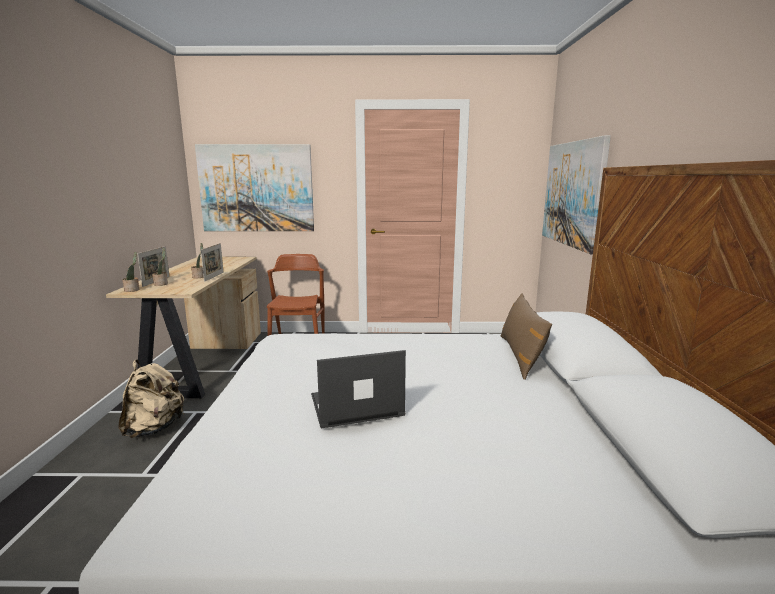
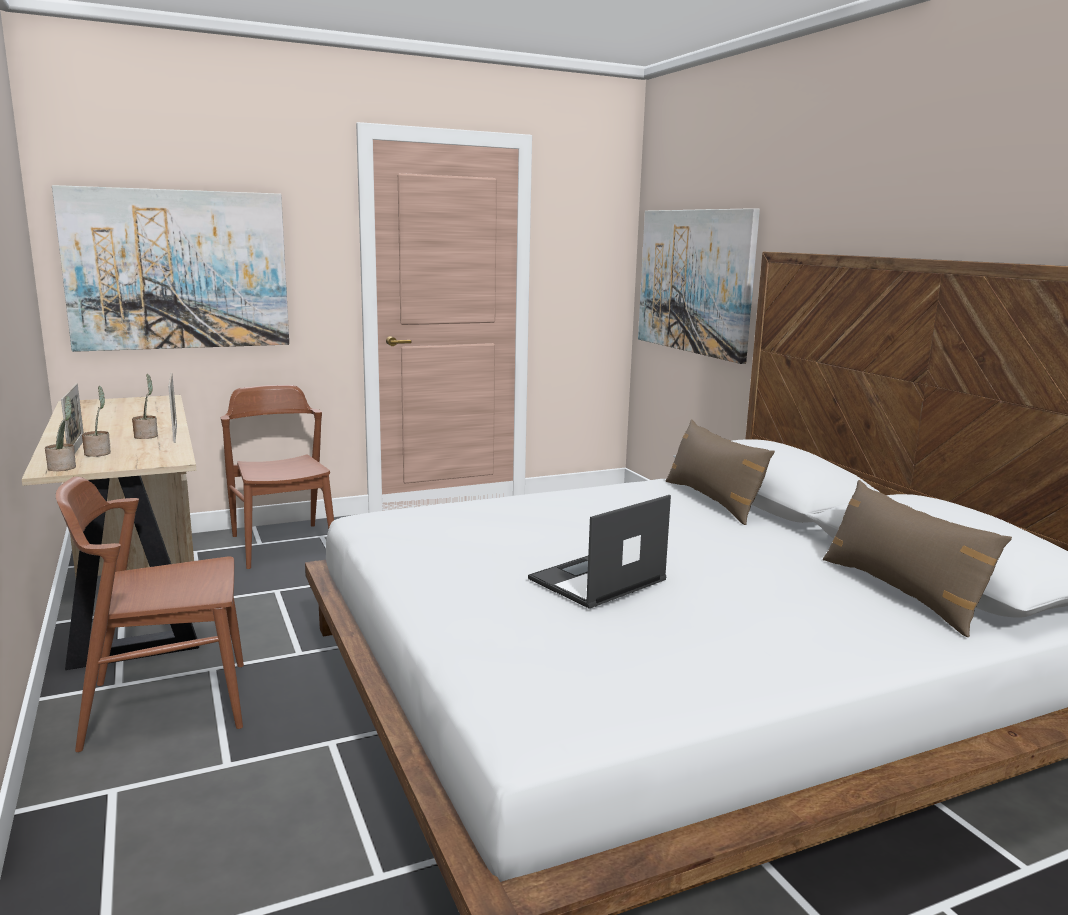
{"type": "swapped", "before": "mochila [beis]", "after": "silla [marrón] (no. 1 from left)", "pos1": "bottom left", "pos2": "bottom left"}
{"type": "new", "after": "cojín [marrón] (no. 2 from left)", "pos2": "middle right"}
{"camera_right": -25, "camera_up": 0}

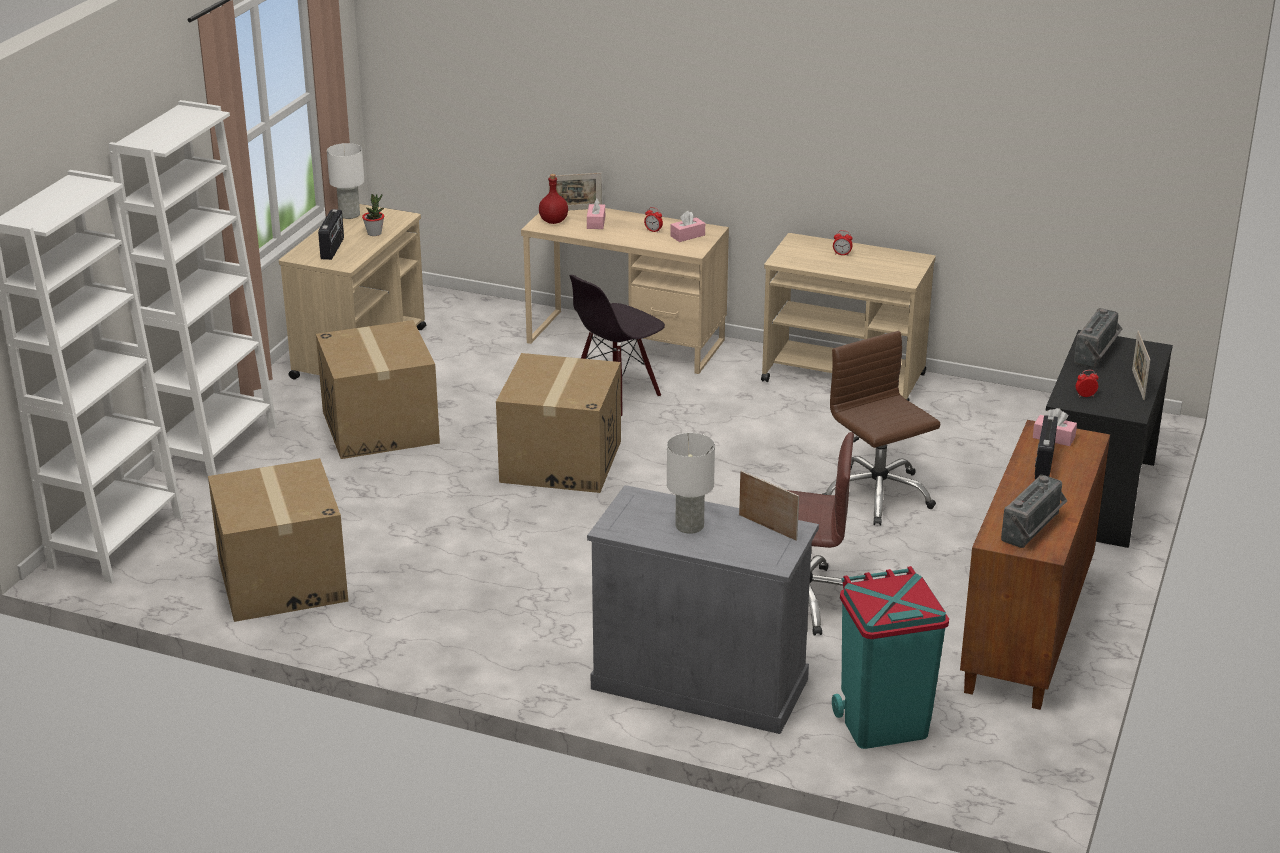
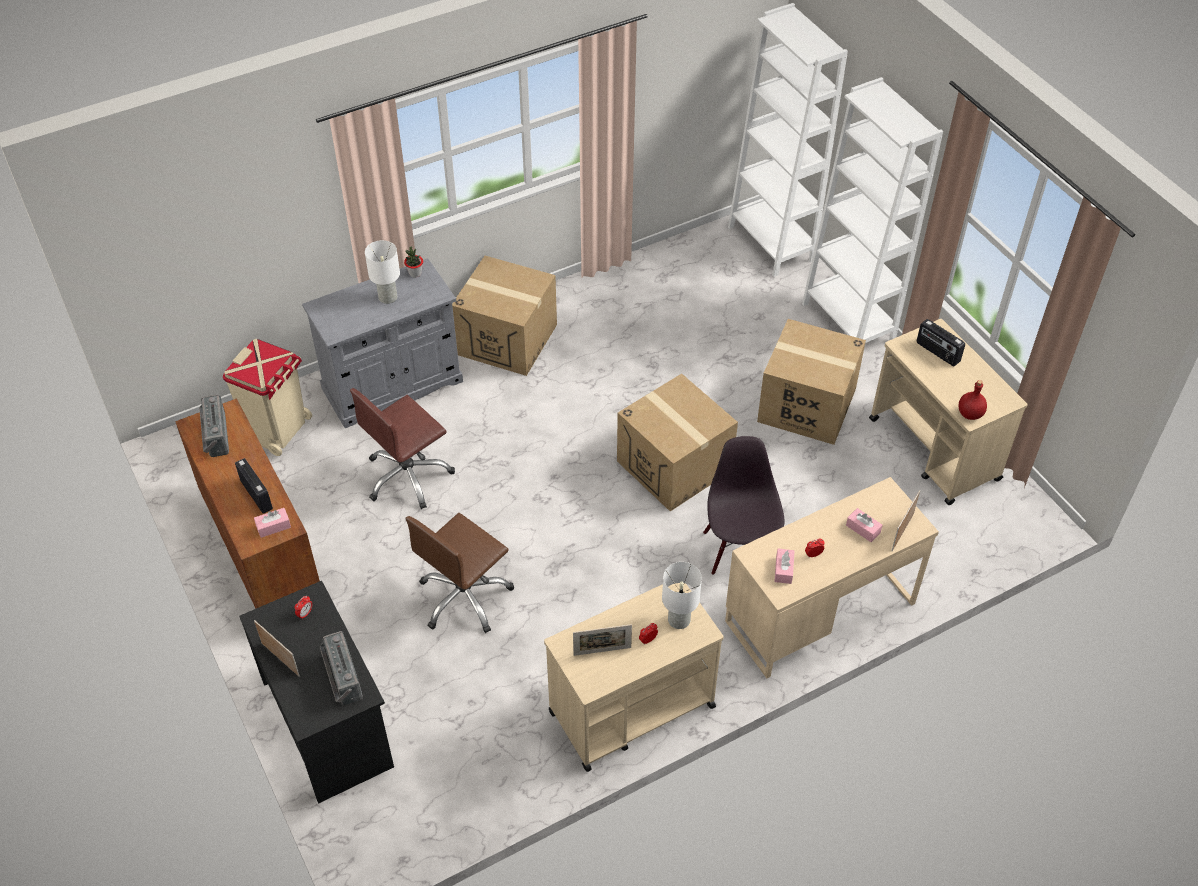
{"type": "shifted", "before": "caja de cartón (no. 1 from left)", "pos1": "middle left", "pos2": "centre"}
{"type": "shifted", "before": "lámpara de mesa [blanco] (no. 1 from left in the first image)", "after": "lámpara de mesa [blanco] (no. 2 from left)", "pos1": "top left", "pos2": "bottom centre"}
{"type": "shifted", "before": "planta en maceta", "pos1": "top left", "pos2": "top centre"}
{"type": "shifted", "before": "botella [rojo]", "pos1": "top centre", "pos2": "middle right"}
{"type": "shifted", "before": "portarretratos (no. 2 from left)", "pos1": "centre", "pos2": "bottom centre"}
{"type": "rotated", "before": "silla de oficina [marrón] (no. 2 from left)", "pos1": "middle right", "pos2": "centre", "turn": 120}
{"type": "repainted", "before": "papelera [turquesa]", "after": "papelera [beis]", "pos1": "bottom right", "pos2": "middle left"}
{"camera_right": 130, "camera_up": 20}

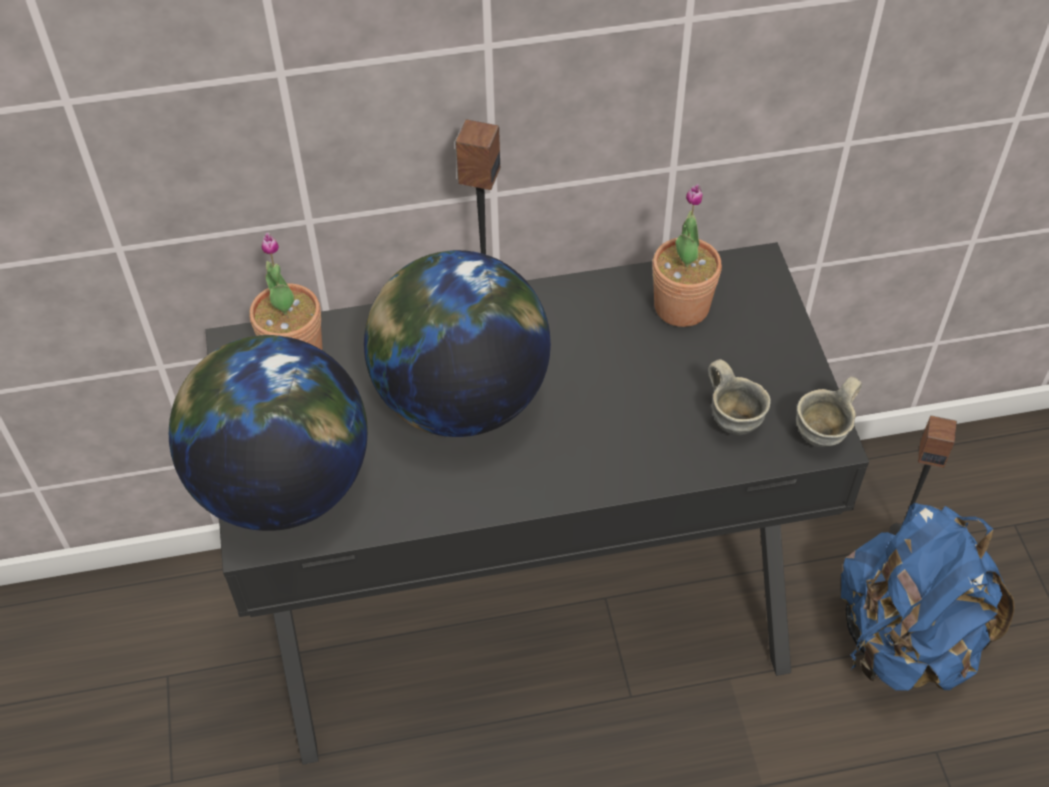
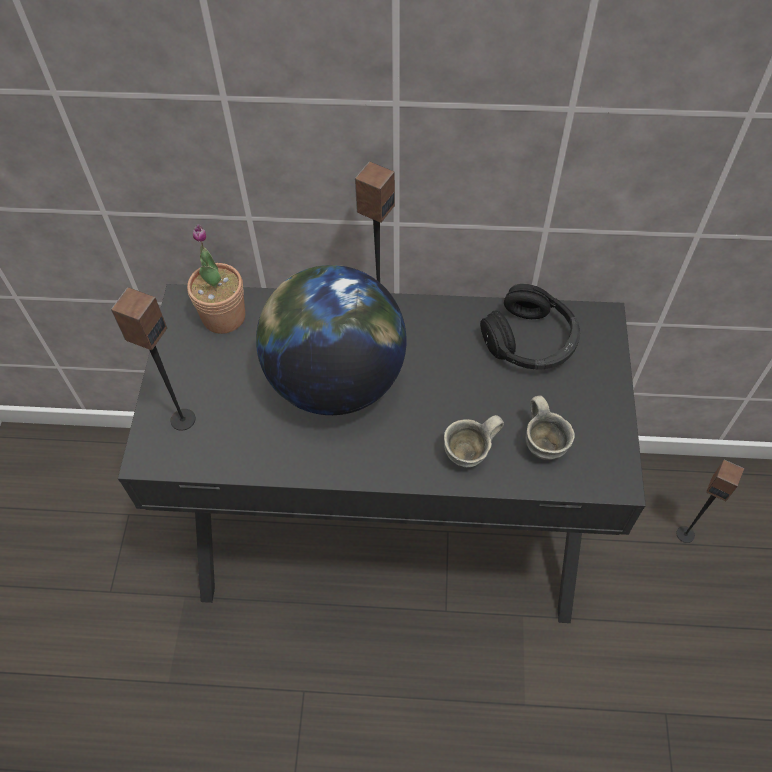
{"type": "swapped", "before": "globo terráqueo (no. 1 from left)", "after": "altavoz (no. 1 from left)", "pos1": "middle left", "pos2": "middle left"}
{"type": "swapped", "before": "planta en maceta (no. 2 from left)", "after": "auriculares [negro]", "pos1": "top centre", "pos2": "middle right"}
{"type": "shifted", "before": "taza grande [gris] (no. 2 from left in the first image)", "after": "taza grande [gris] (no. 1 from left)", "pos1": "middle right", "pos2": "centre"}
{"type": "gone", "before": "mochila [azul]", "pos1": "bottom right"}
{"camera_right": 15, "camera_up": 5}

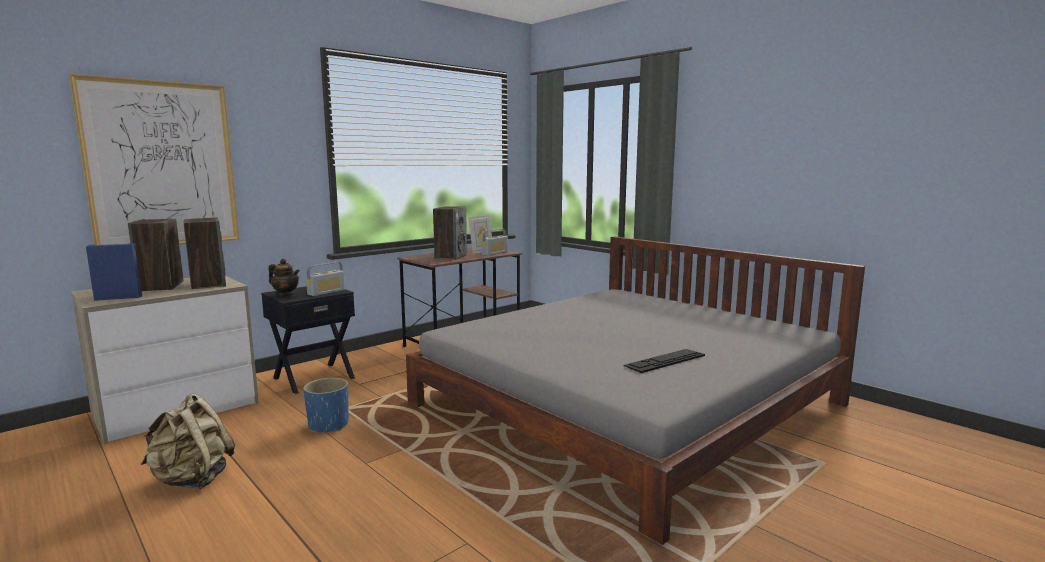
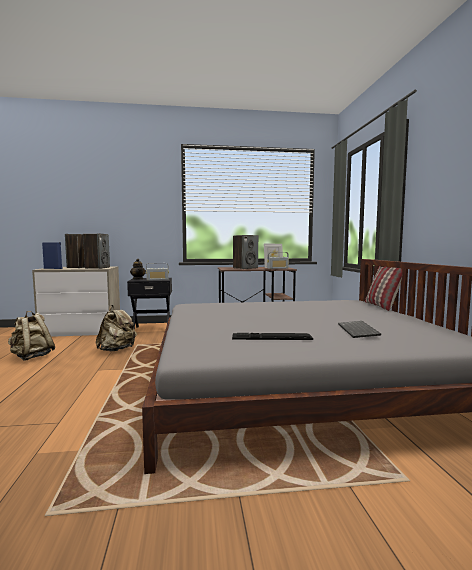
{"type": "gone", "before": "cuadro", "pos1": "top left"}
{"type": "swapped", "before": "maceta [azul]", "after": "mochila [beis] (no. 2 from left)", "pos1": "bottom left", "pos2": "middle left"}
{"type": "new", "after": "teclado (no. 2 from left)", "pos2": "middle right"}
{"type": "new", "after": "cojín", "pos2": "middle right"}
{"camera_right": 35, "camera_up": -5}

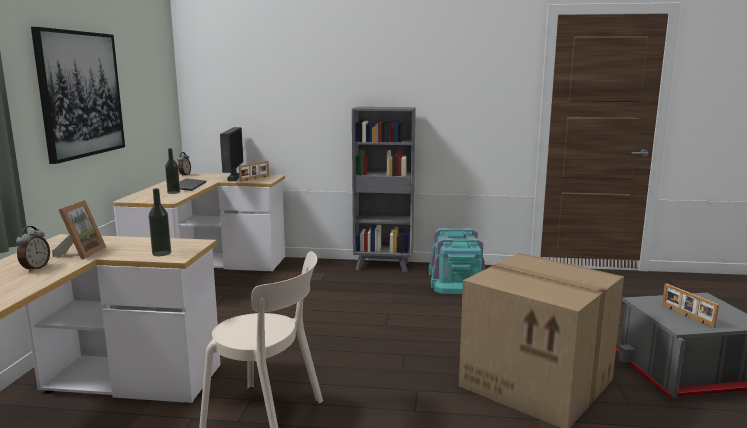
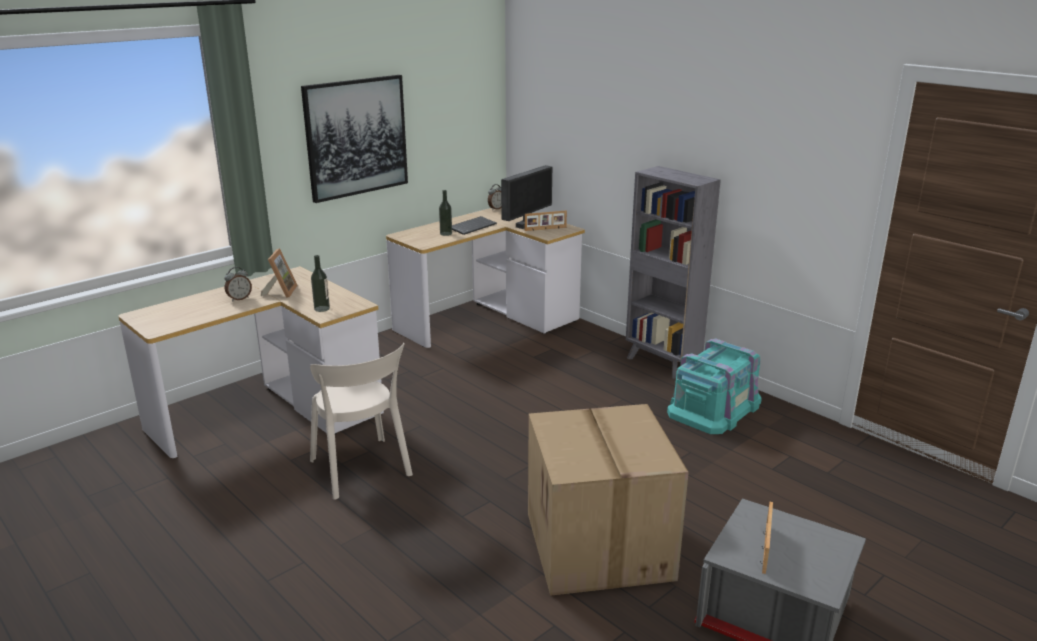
{"type": "rotated", "before": "portarretratos (no. 1 from left)", "pos1": "middle left", "pos2": "middle left", "turn": -45}
{"camera_right": 40, "camera_up": 10}

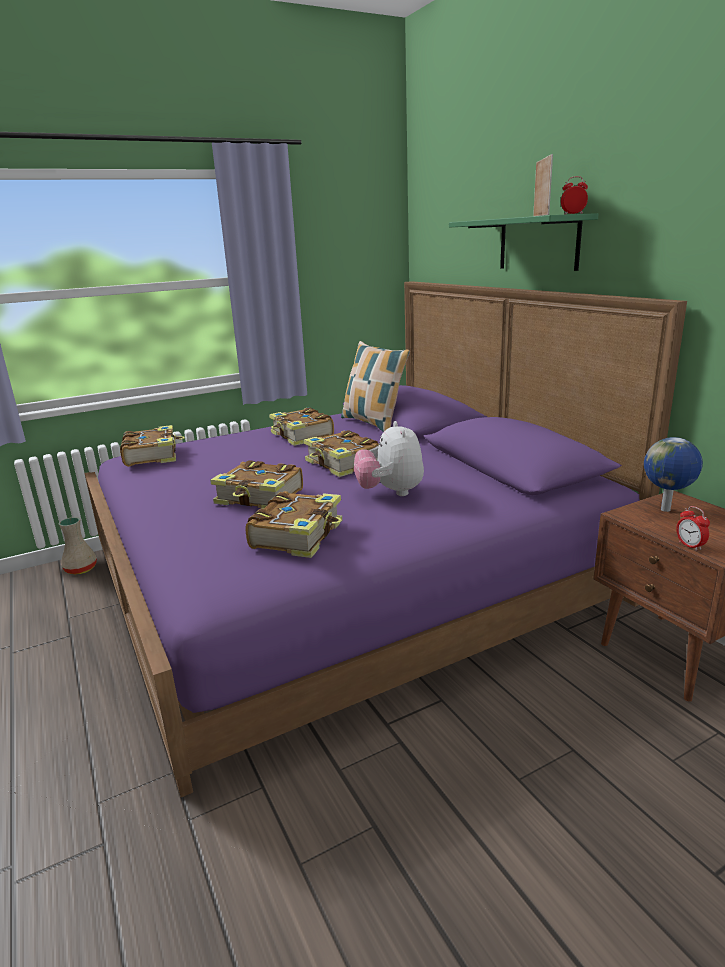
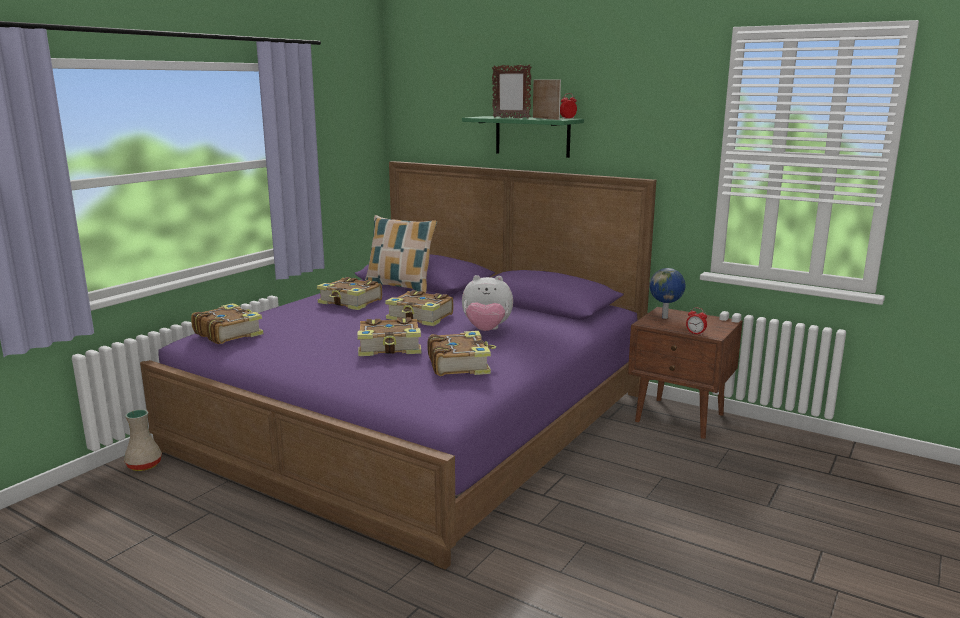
{"type": "rotated", "before": "peluche", "pos1": "centre", "pos2": "centre", "turn": -45}
{"type": "new", "after": "portarretratos (no. 1 from left)", "pos2": "top centre"}
{"camera_right": -30, "camera_up": -5}

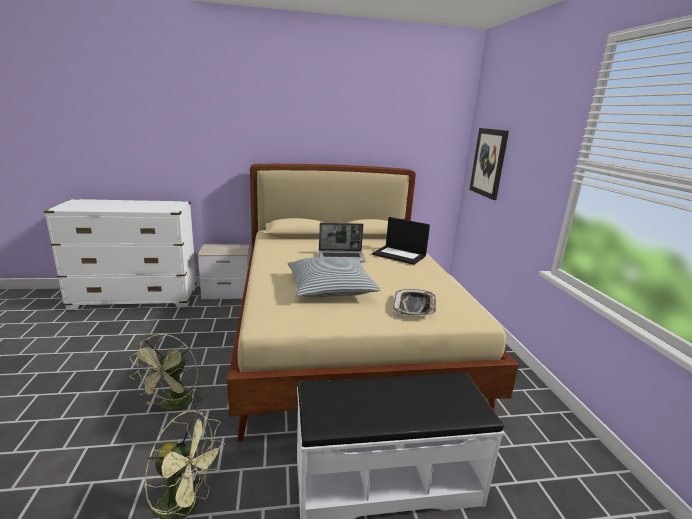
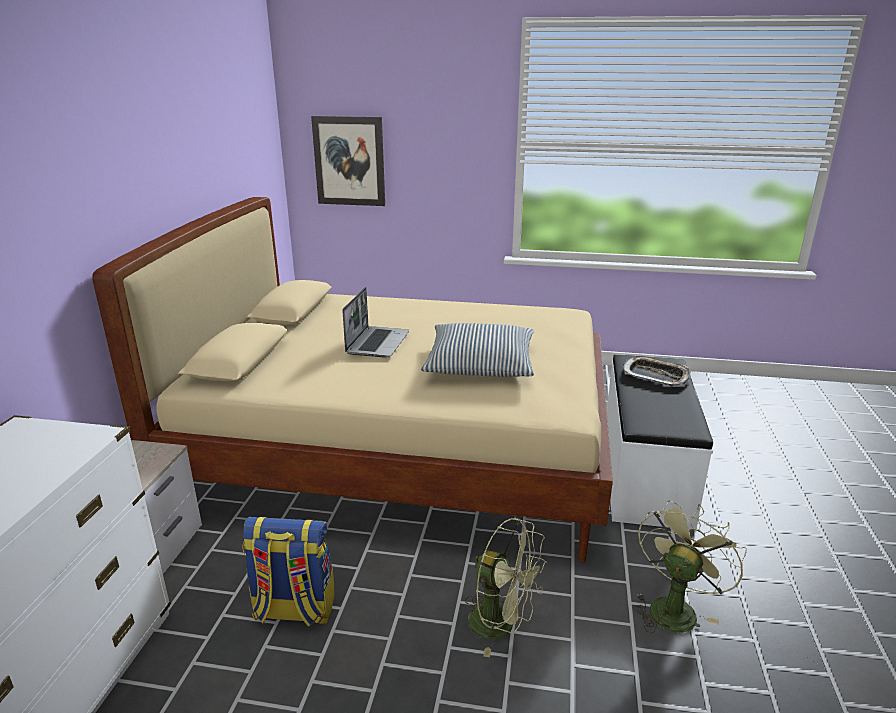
{"type": "gone", "before": "portátil (no. 2 from left)", "pos1": "centre"}
{"type": "shifted", "before": "bandeja", "pos1": "centre", "pos2": "middle right"}
{"type": "new", "after": "mochila", "pos2": "bottom left"}
{"camera_right": -70, "camera_up": 5}

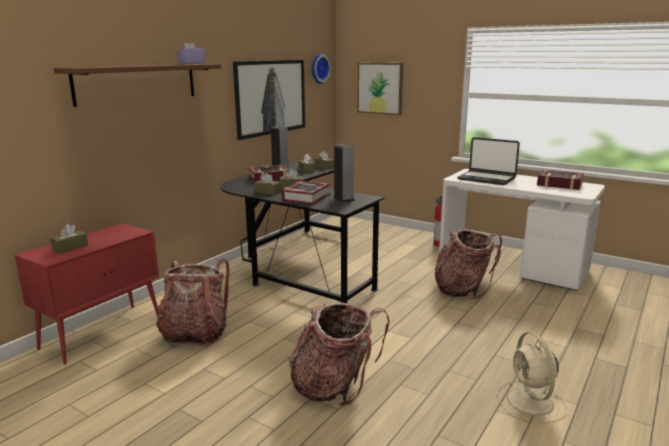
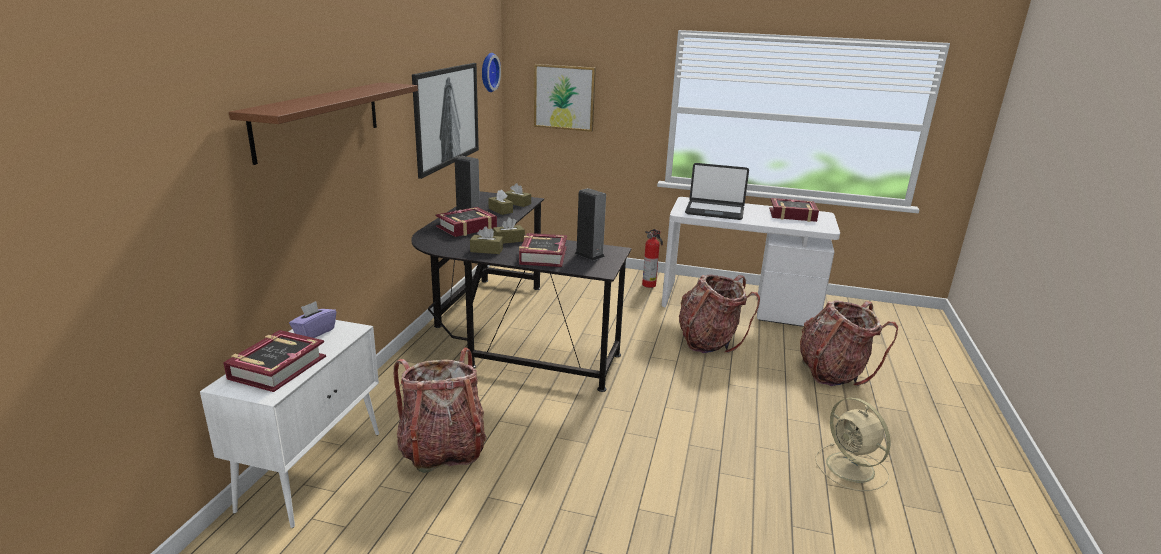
{"type": "repainted", "before": "armario [rojo]", "after": "armario [blanco]", "pos1": "middle left", "pos2": "bottom left"}
{"type": "swapped", "before": "caja de pañuelos [marrón] (no. 1 from left)", "after": "libro (no. 1 from left)", "pos1": "middle left", "pos2": "middle left"}
{"type": "shifted", "before": "caja de pañuelos [morado]", "pos1": "top left", "pos2": "middle left"}
{"type": "shifted", "before": "mochila (no. 2 from left in the first image)", "after": "mochila (no. 3 from left)", "pos1": "bottom centre", "pos2": "middle right"}
{"camera_right": -20, "camera_up": 5}

